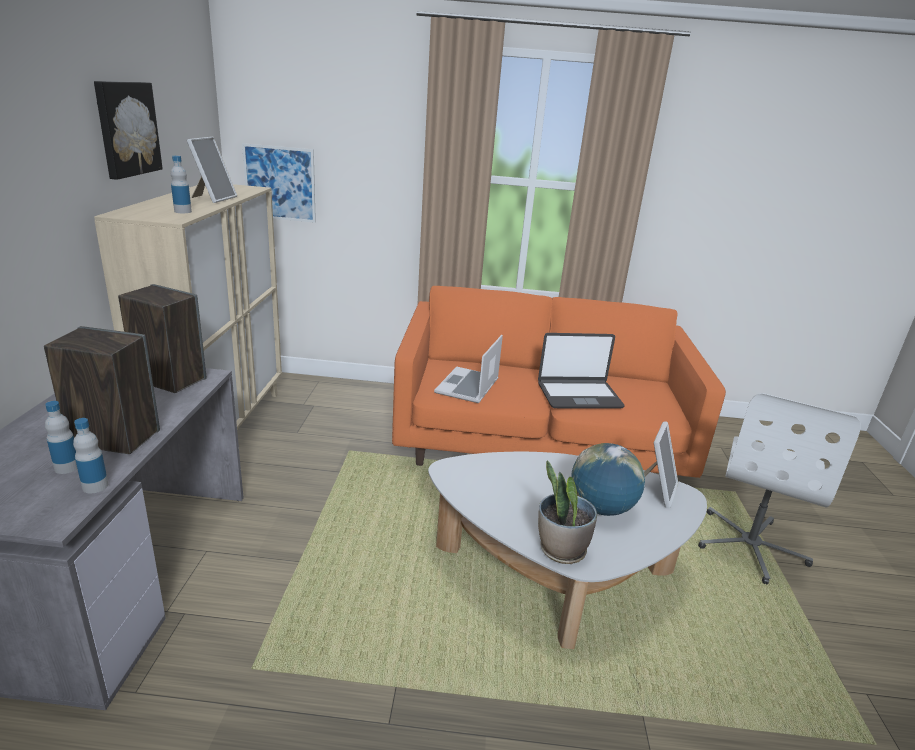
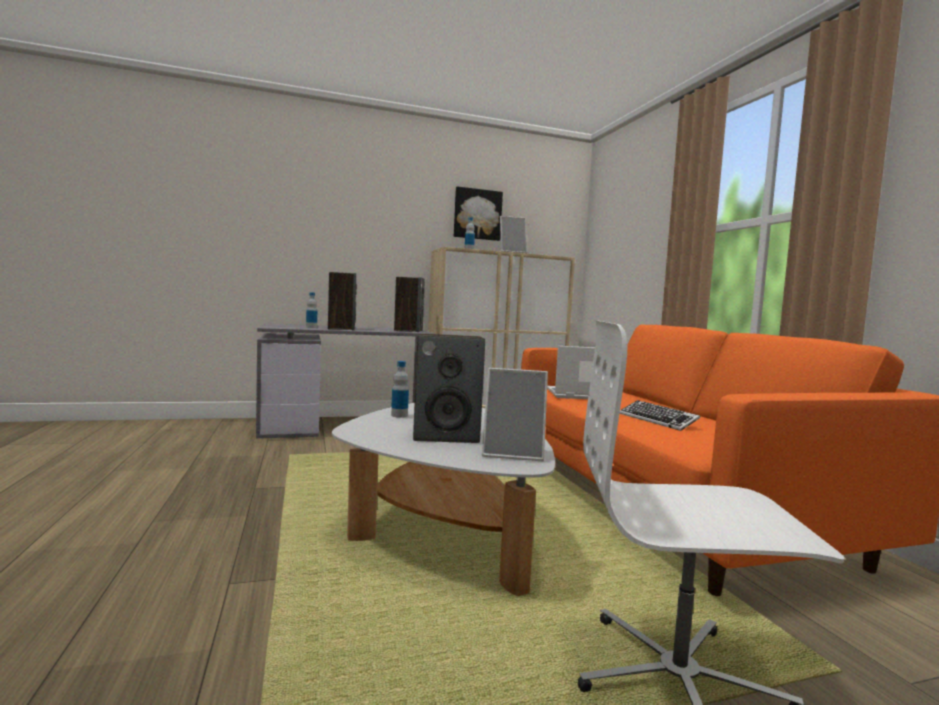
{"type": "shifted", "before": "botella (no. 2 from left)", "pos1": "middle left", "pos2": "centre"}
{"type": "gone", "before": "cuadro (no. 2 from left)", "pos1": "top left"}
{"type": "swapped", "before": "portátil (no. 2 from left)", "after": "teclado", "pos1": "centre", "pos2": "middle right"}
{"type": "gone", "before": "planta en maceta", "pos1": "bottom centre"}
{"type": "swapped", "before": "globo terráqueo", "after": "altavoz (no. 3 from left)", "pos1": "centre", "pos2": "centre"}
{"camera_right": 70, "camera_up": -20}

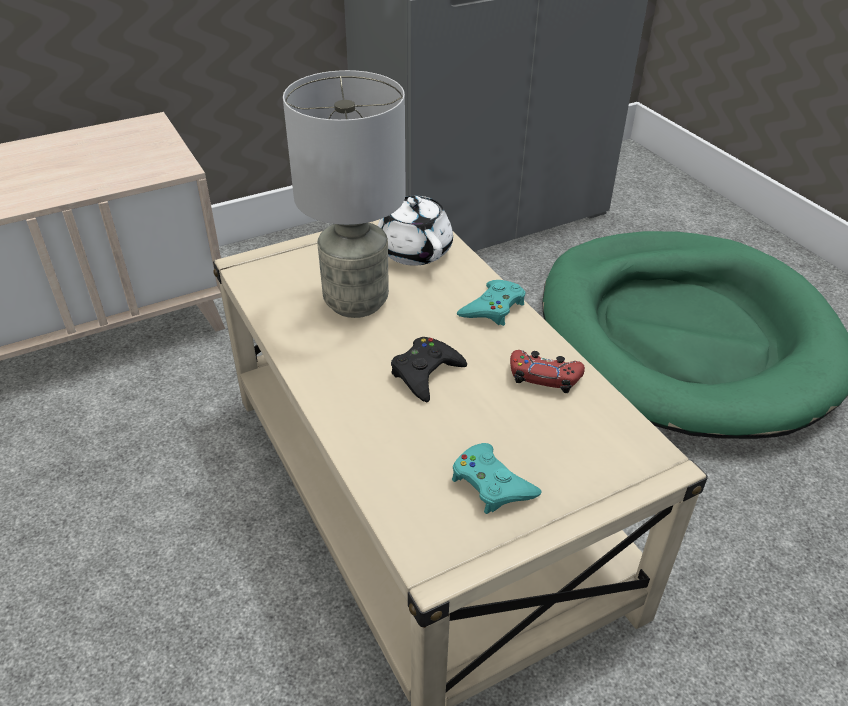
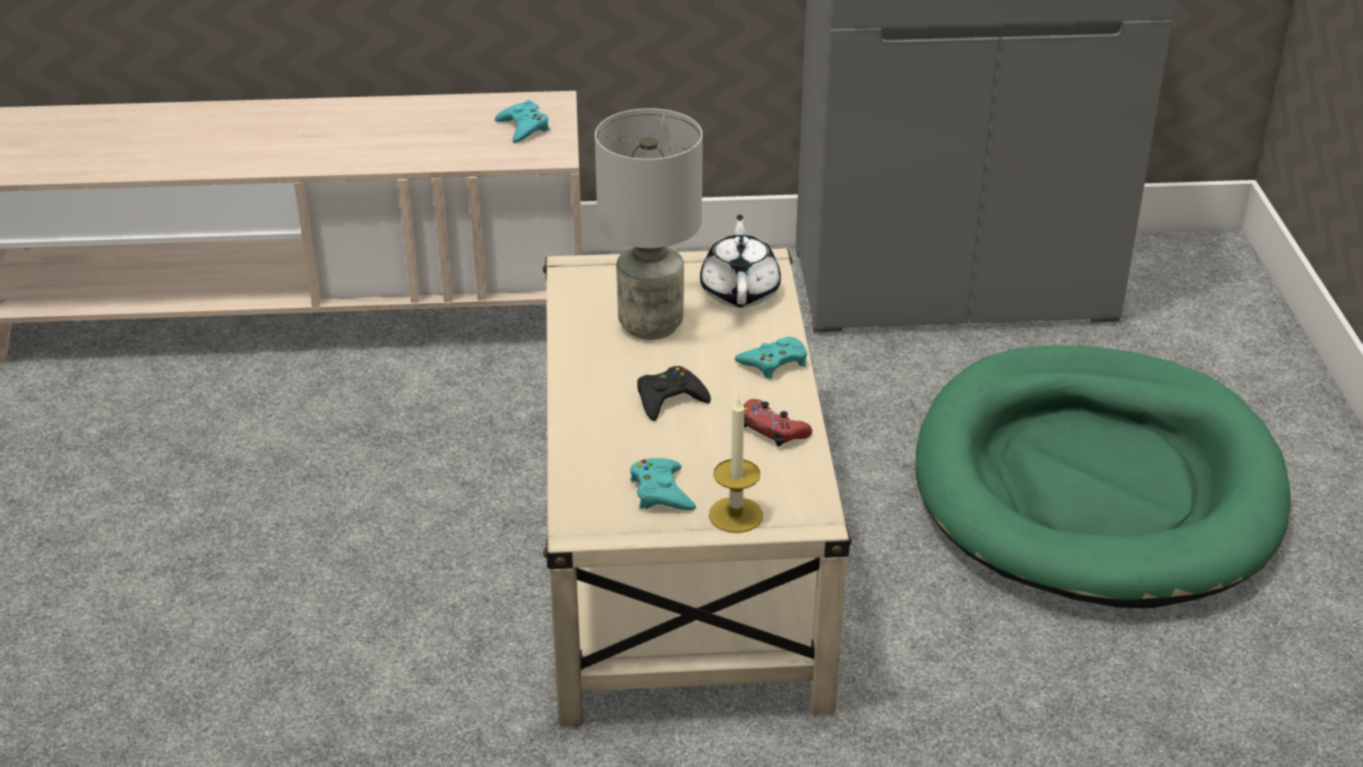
{"type": "new", "after": "mando de consola [turquesa] (no. 1 from left)", "pos2": "top centre"}
{"type": "new", "after": "vela", "pos2": "centre"}
{"camera_right": 25, "camera_up": -5}

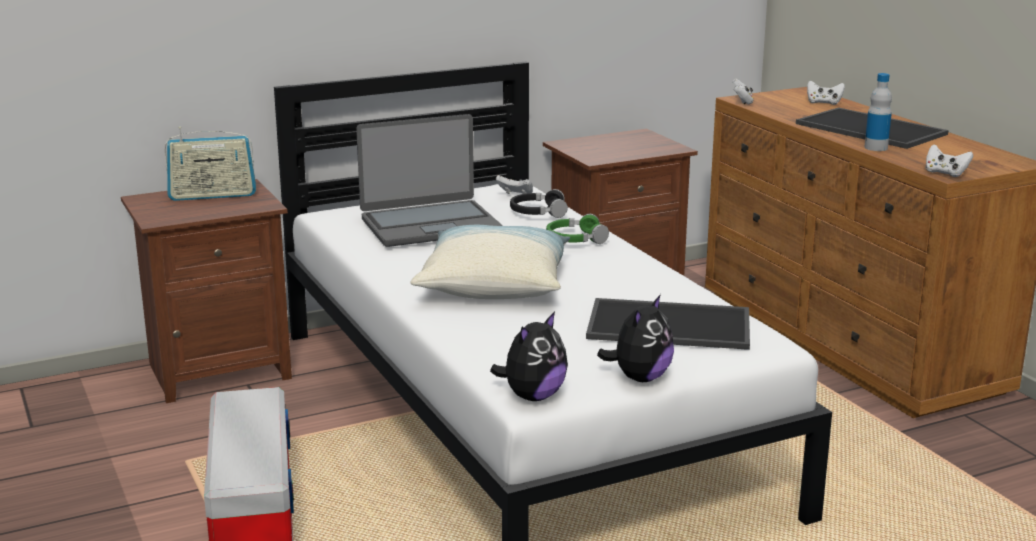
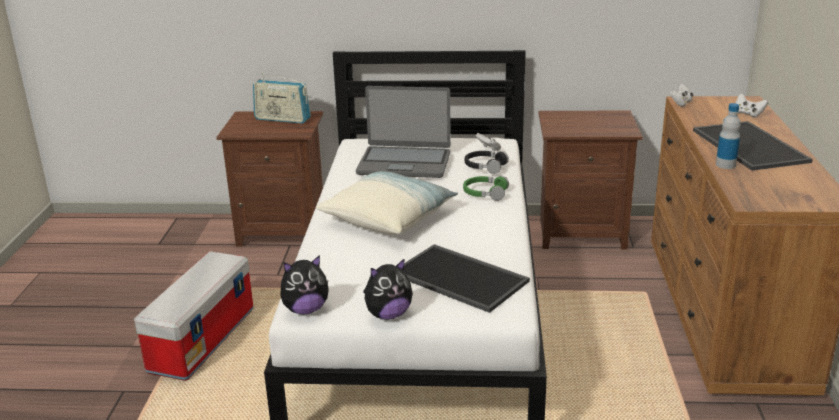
{"type": "gone", "before": "mando de consola [blanco] (no. 4 from left)", "pos1": "top right"}
{"camera_right": 30, "camera_up": 5}

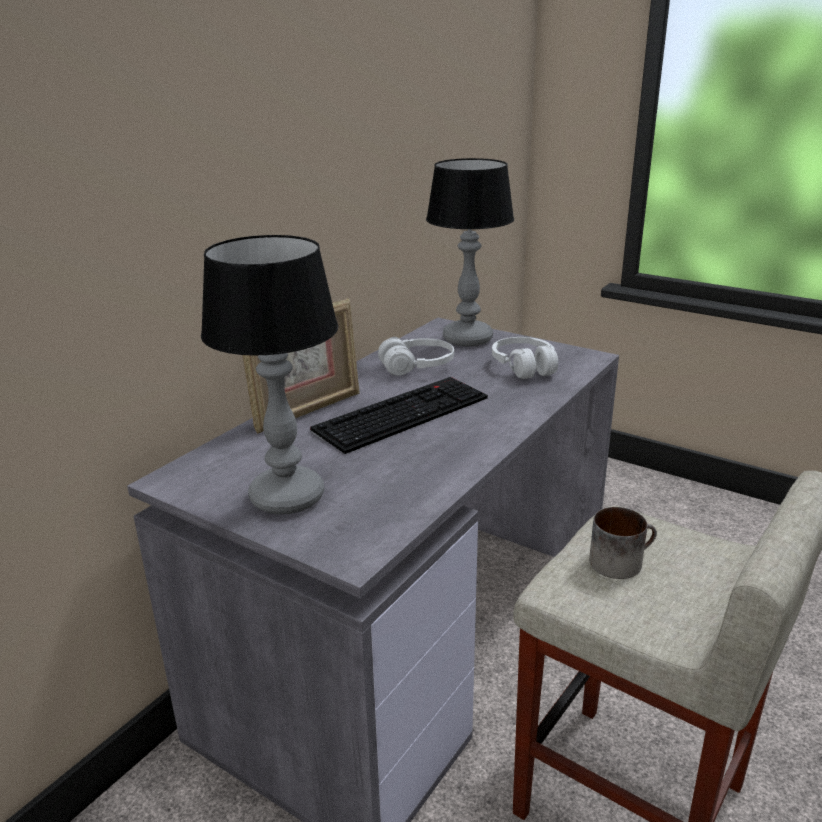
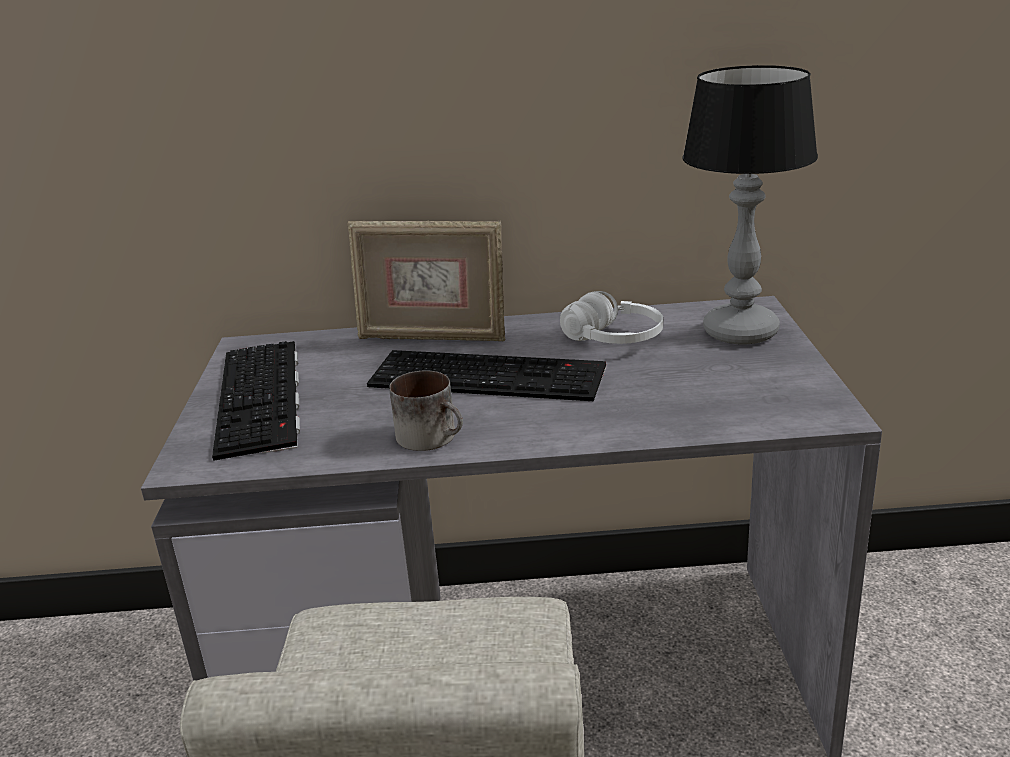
{"type": "swapped", "before": "lámpara de mesa (no. 1 from left)", "after": "teclado (no. 1 from left)", "pos1": "middle left", "pos2": "middle left"}
{"type": "gone", "before": "auriculares [blanco] (no. 2 from left)", "pos1": "centre"}
{"type": "shifted", "before": "taza grande", "pos1": "middle right", "pos2": "centre"}
{"camera_right": 55, "camera_up": 0}

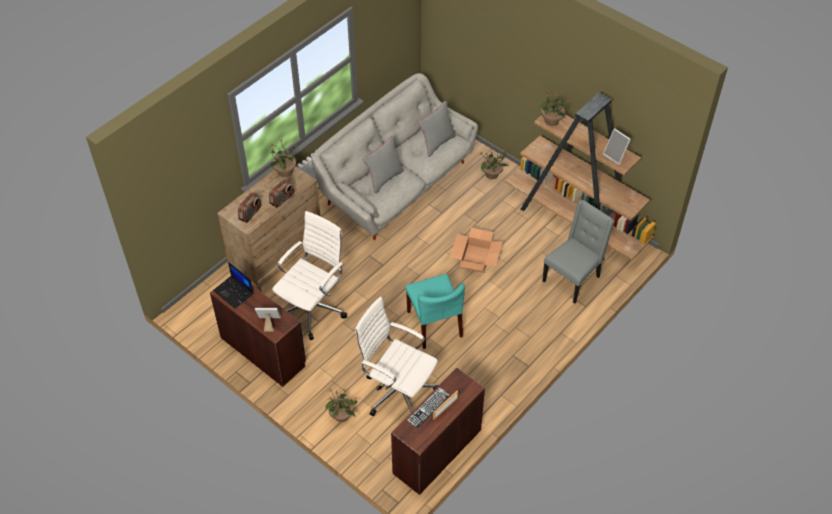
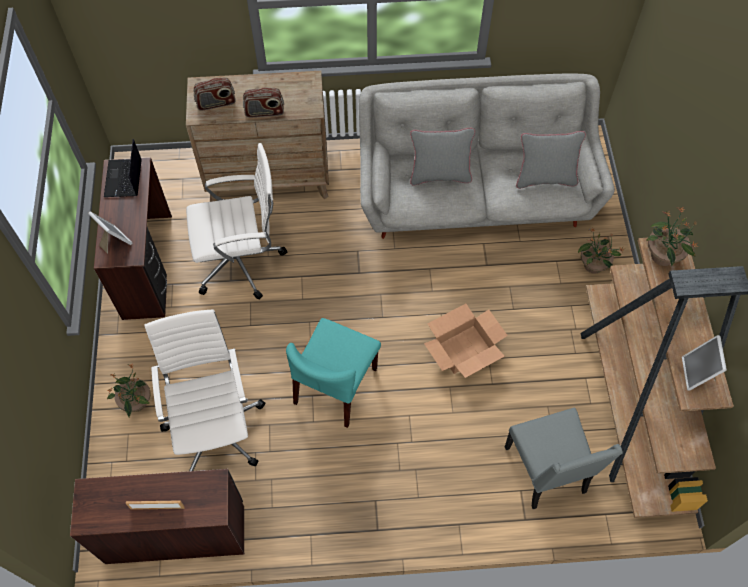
{"type": "gone", "before": "planta en maceta (no. 1 from left)", "pos1": "top centre"}
{"type": "gone", "before": "teclado", "pos1": "bottom centre"}
{"type": "rotated", "before": "silla [gris]", "pos1": "middle right", "pos2": "bottom right", "turn": 75}
{"camera_right": 45, "camera_up": 10}

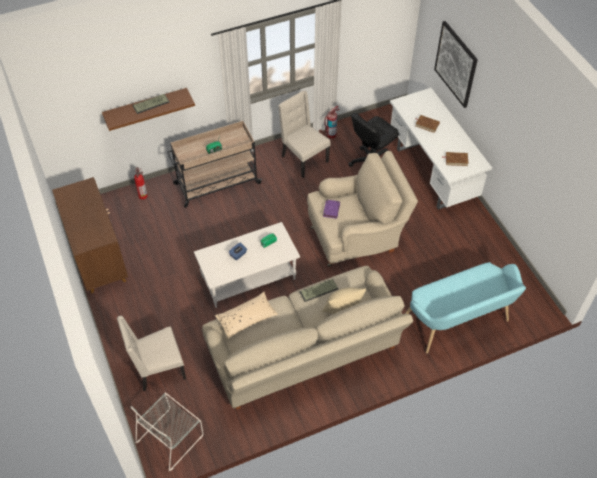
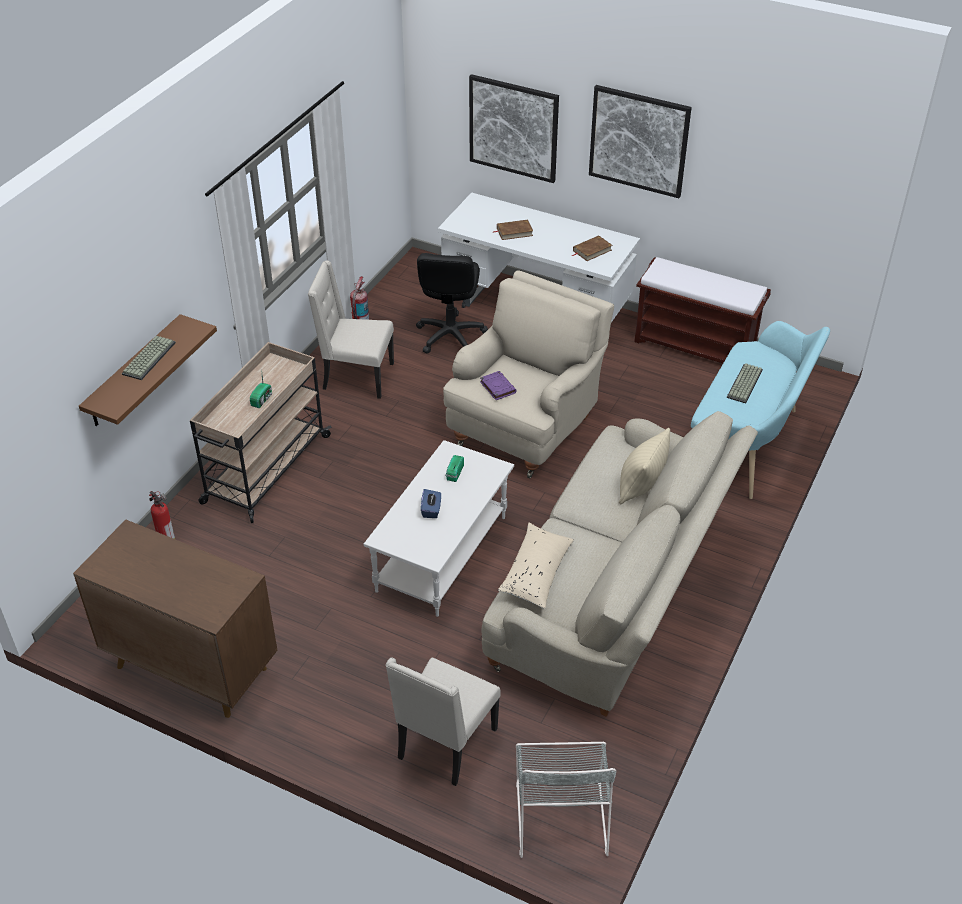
{"type": "shifted", "before": "teclado (no. 2 from left)", "pos1": "centre", "pos2": "middle right"}
{"type": "new", "after": "cuadro (no. 2 from left)", "pos2": "top centre"}
{"type": "new", "after": "banco [marrón]", "pos2": "middle right"}
{"camera_right": -40, "camera_up": -10}

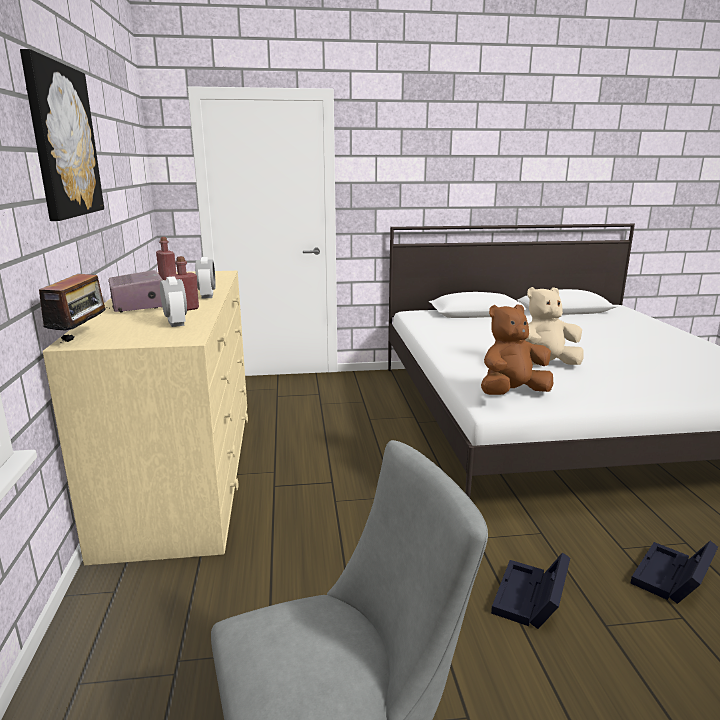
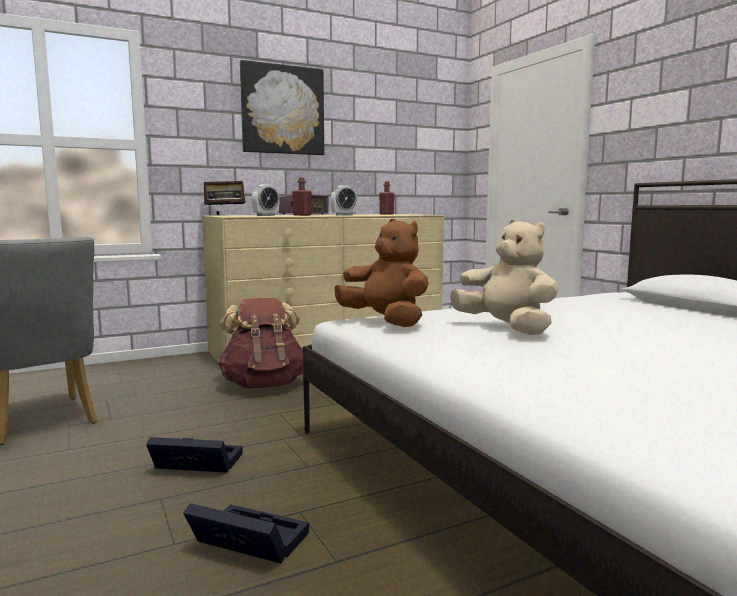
{"type": "new", "after": "mochila [marrón]", "pos2": "centre"}
{"camera_right": 70, "camera_up": -10}

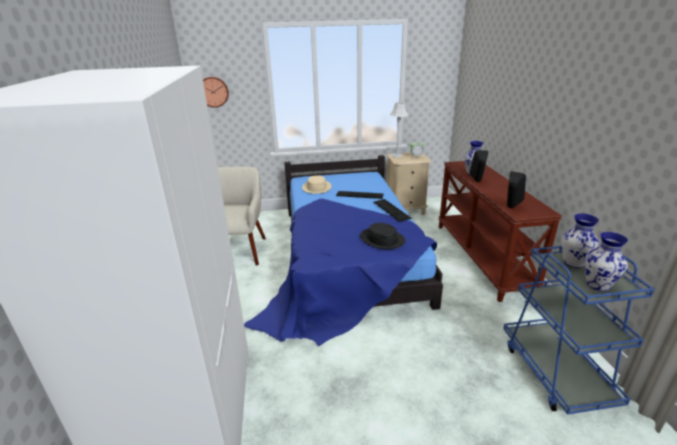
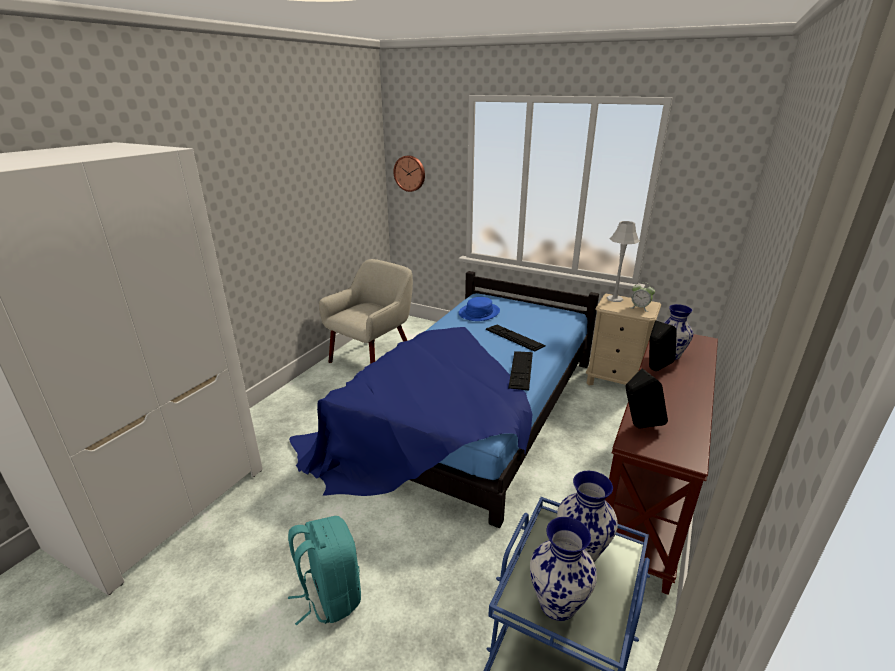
{"type": "repainted", "before": "sombrero [beis]", "after": "sombrero [azul]", "pos1": "centre", "pos2": "centre"}
{"type": "gone", "before": "sombrero [negro]", "pos1": "centre"}
{"type": "new", "after": "mochila [turquesa]", "pos2": "bottom centre"}
{"camera_right": 35, "camera_up": 0}

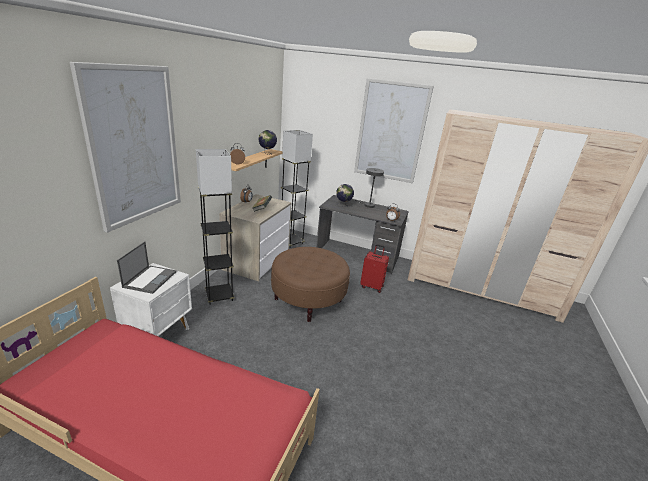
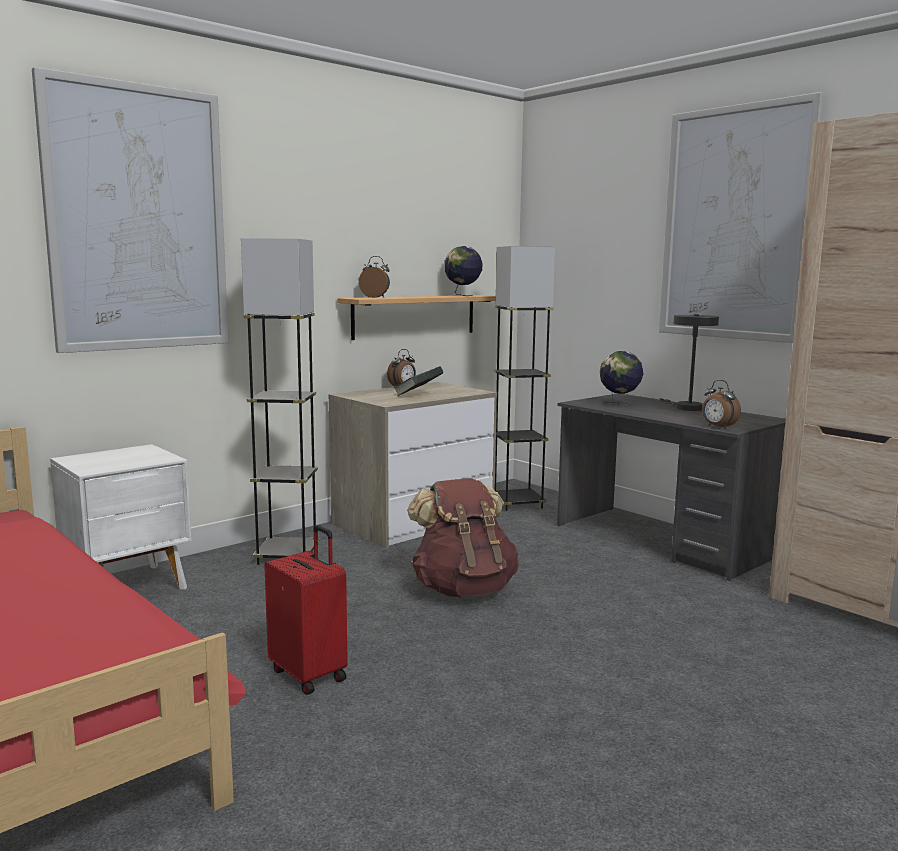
{"type": "gone", "before": "portátil", "pos1": "middle left"}
{"type": "swapped", "before": "puf [marrón]", "after": "mochila [marrón]", "pos1": "centre", "pos2": "centre"}
{"type": "shifted", "before": "maleta [rojo]", "pos1": "centre", "pos2": "bottom centre"}
{"camera_right": 30, "camera_up": -15}

